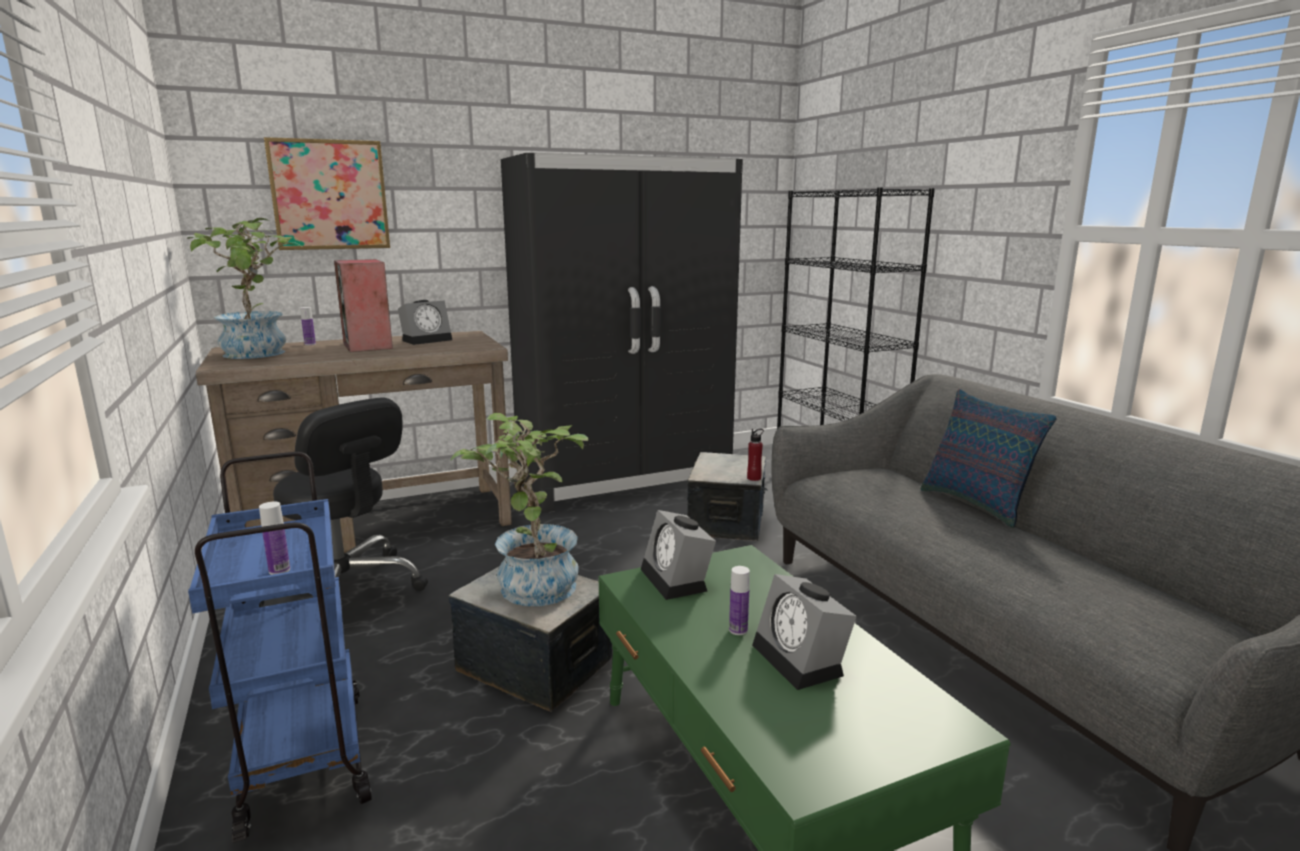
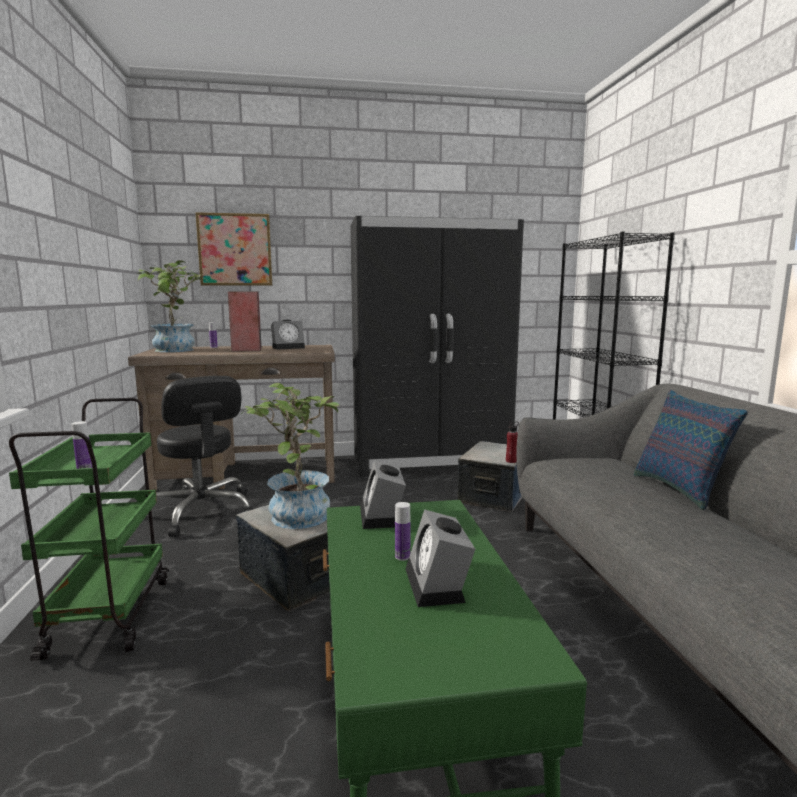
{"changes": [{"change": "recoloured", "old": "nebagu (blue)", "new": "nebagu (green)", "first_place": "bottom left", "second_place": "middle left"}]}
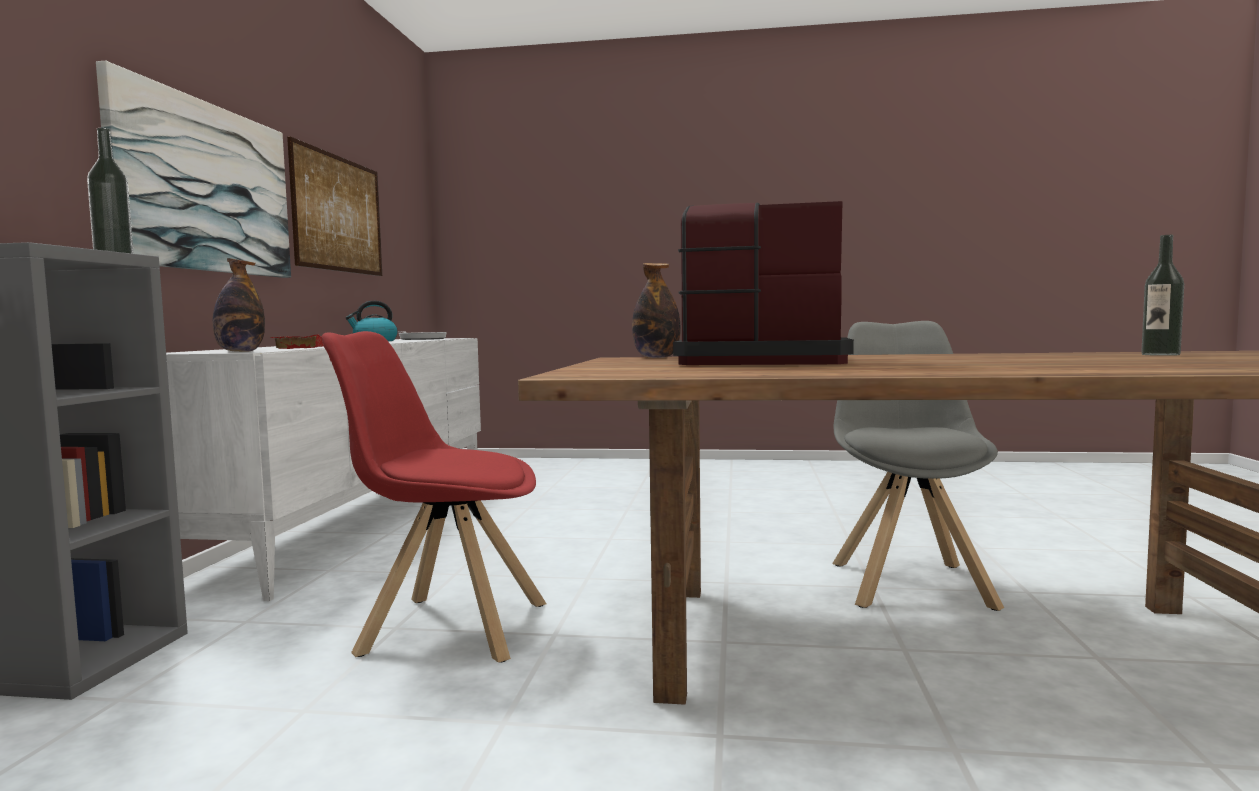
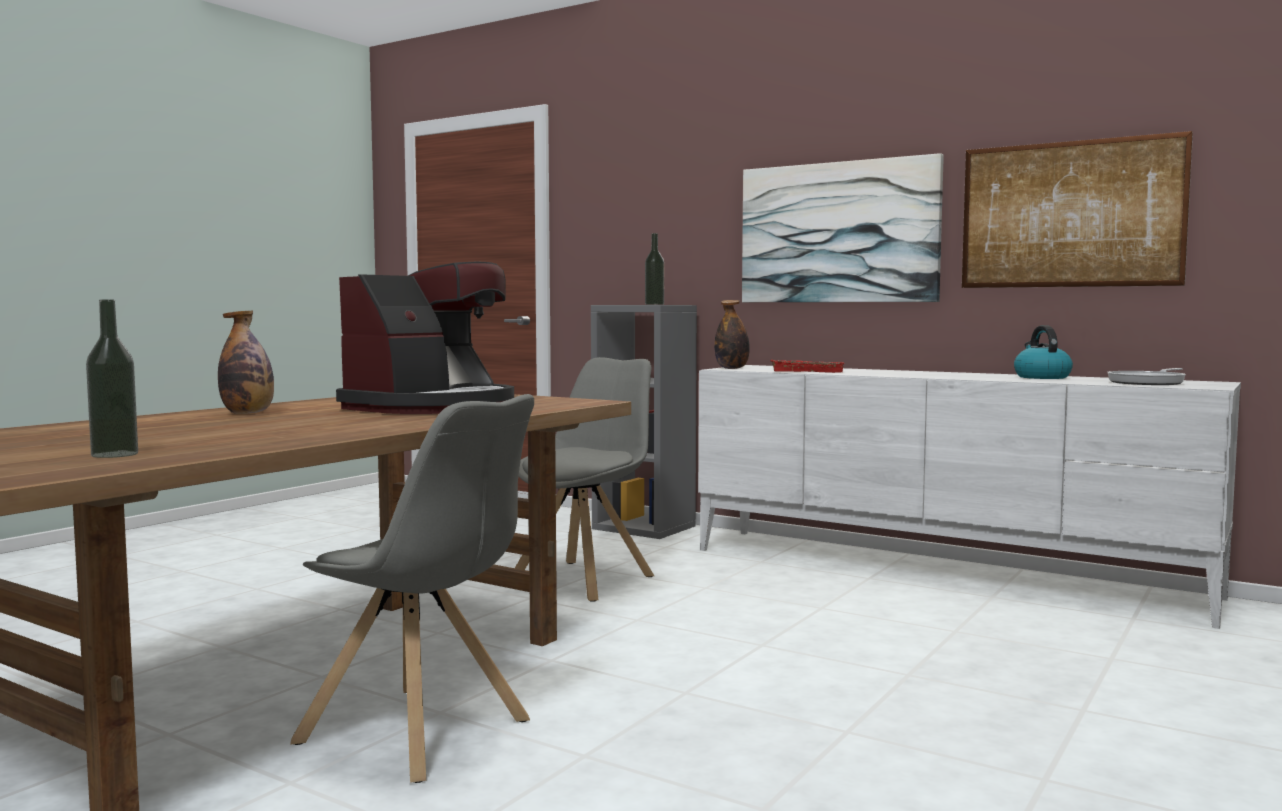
{"changes": [{"change": "moved", "old": "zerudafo (3rd from left in the first image)", "new": "zerudafo (2nd from left)", "first_place": "centre", "second_place": "middle left"}, {"change": "recoloured", "old": "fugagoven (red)", "new": "fugagoven (grey) (2nd from left)", "first_place": "centre", "second_place": "centre"}]}
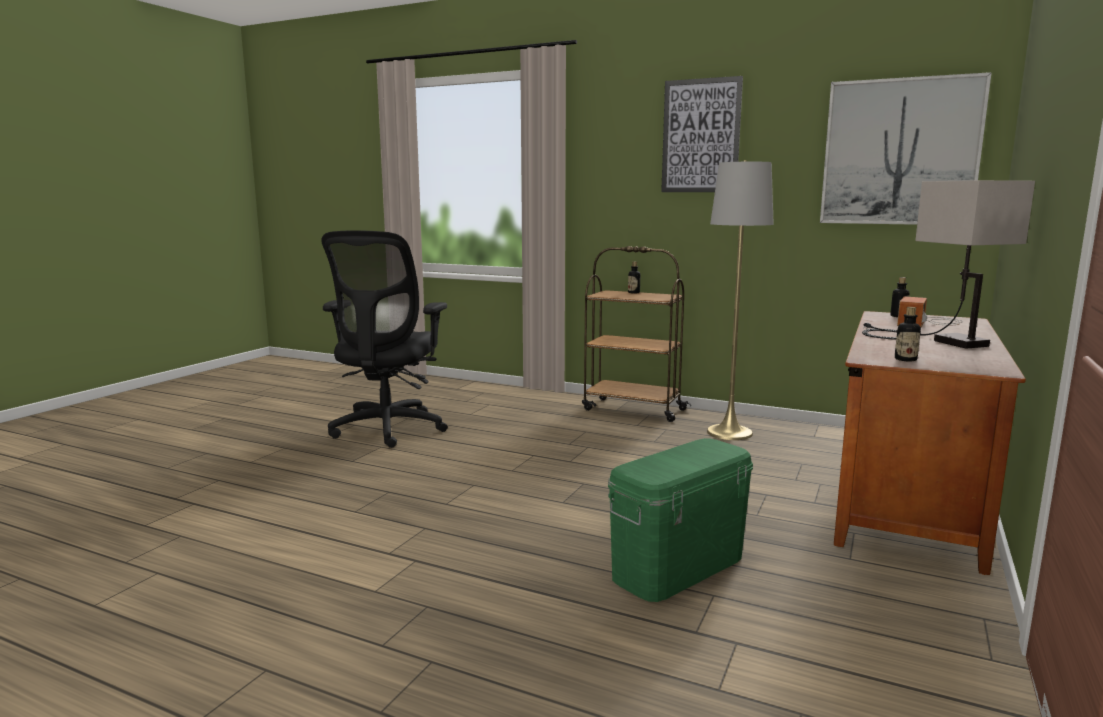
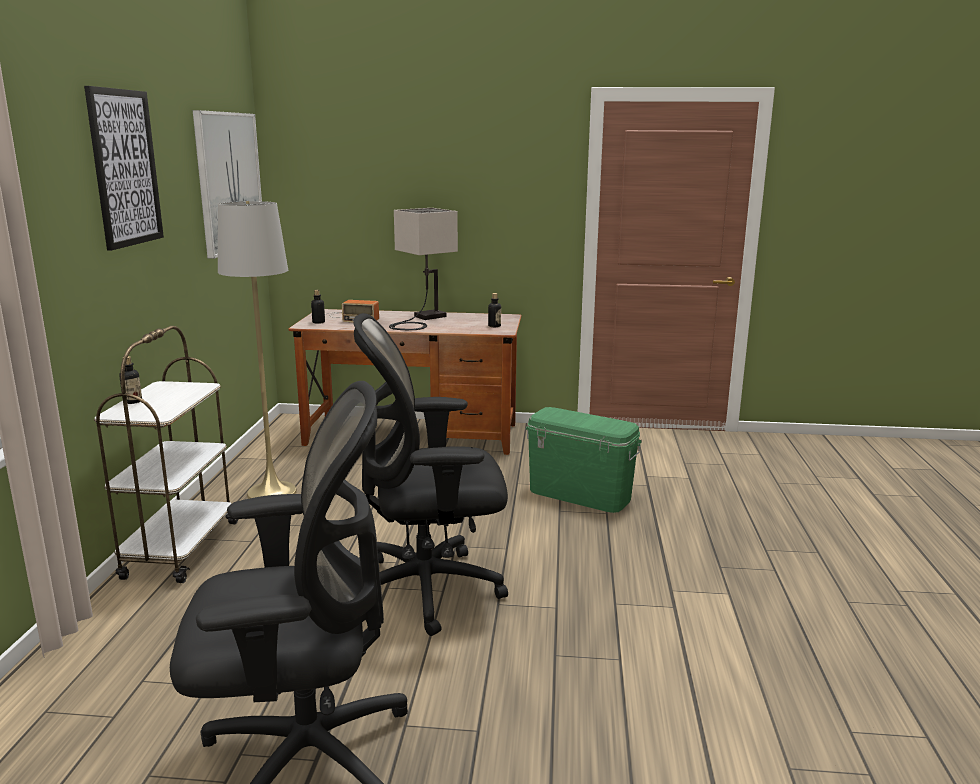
{"changes": [{"change": "added", "new": "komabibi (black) (2nd from left)", "second_place": "centre"}, {"change": "recoloured", "old": "nebagu (brown)", "new": "nebagu (white)", "first_place": "centre", "second_place": "middle left"}]}
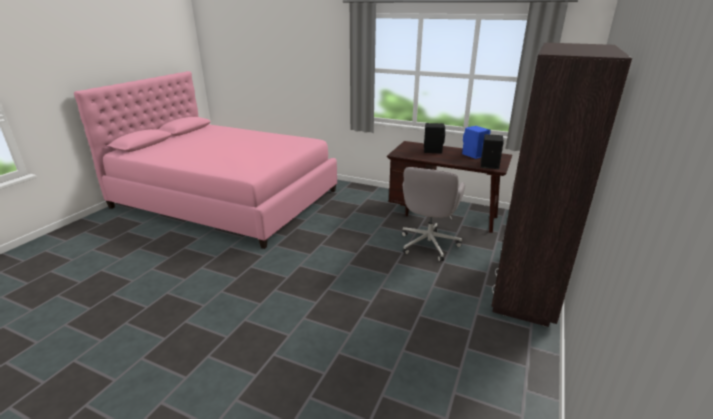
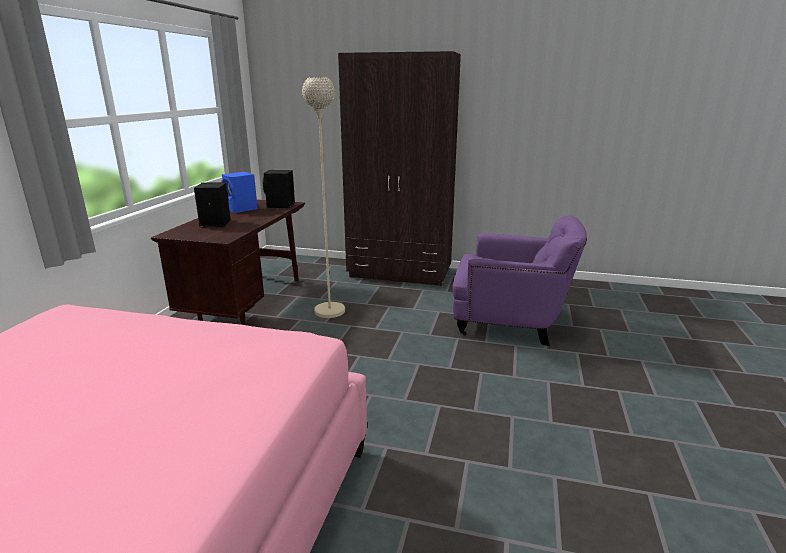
{"changes": [{"change": "added", "new": "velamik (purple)", "second_place": "centre"}, {"change": "replaced", "old": "komabibi (grey)", "new": "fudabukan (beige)", "first_place": "centre", "second_place": "centre"}]}
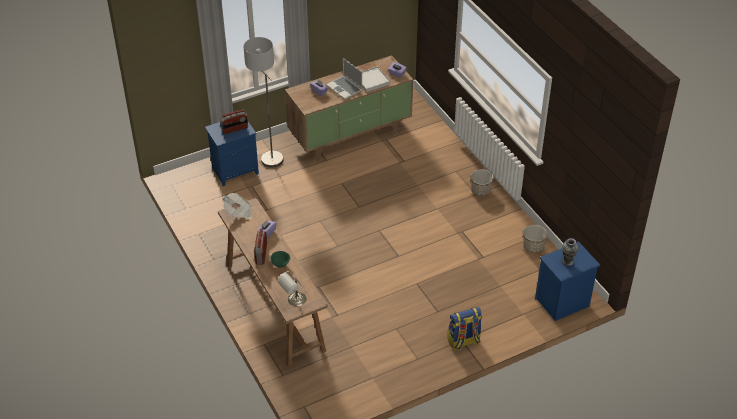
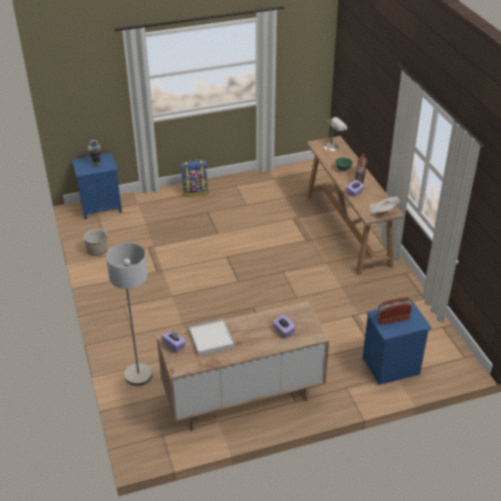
{"changes": [{"change": "removed", "old": "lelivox", "first_place": "top centre"}, {"change": "removed", "old": "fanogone (1st from left)", "first_place": "centre"}, {"change": "moved", "old": "fudabukan (grey)", "first_place": "top centre", "second_place": "middle left"}]}
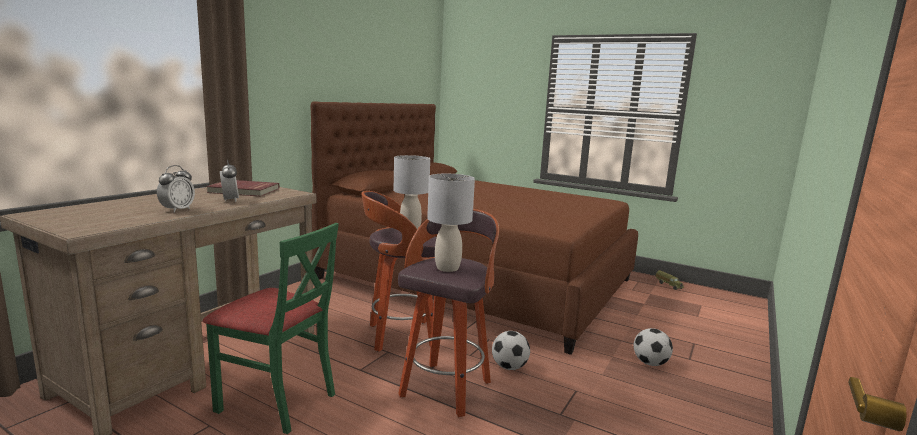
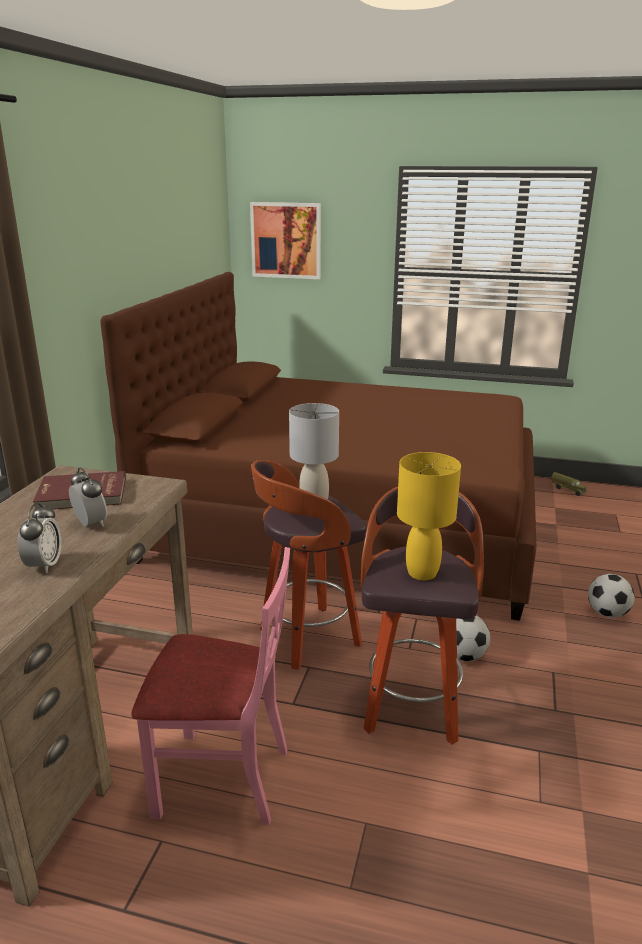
{"changes": [{"change": "added", "new": "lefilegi", "second_place": "top centre"}, {"change": "recoloured", "old": "fugagoven (green)", "new": "fugagoven (pink)", "first_place": "bottom left", "second_place": "bottom left"}, {"change": "recoloured", "old": "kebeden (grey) (2nd from left)", "new": "kebeden (yellow)", "first_place": "centre", "second_place": "middle right"}]}
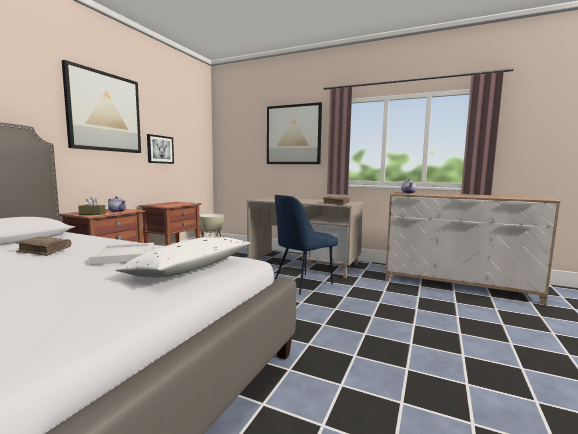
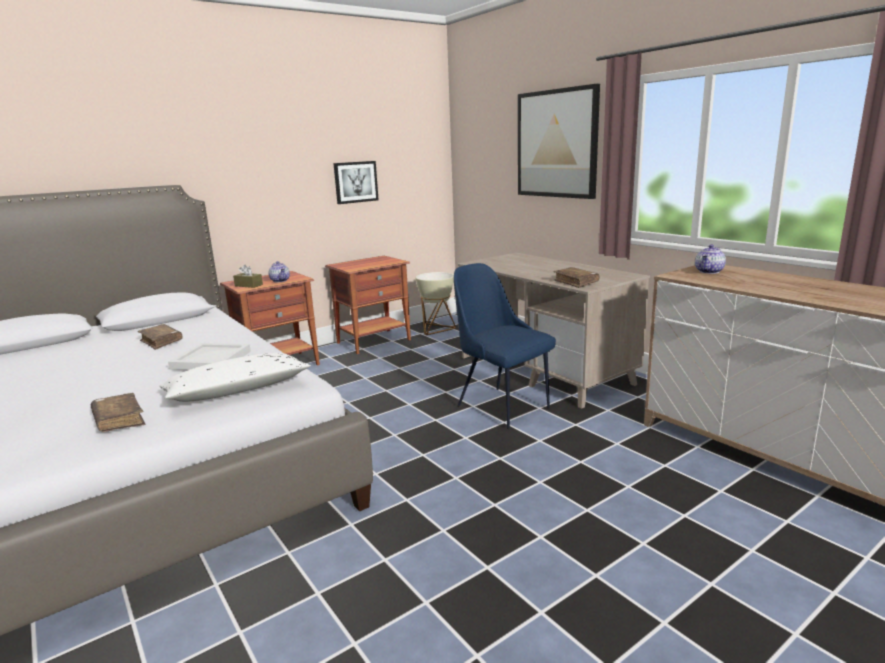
{"changes": [{"change": "removed", "old": "lefilegi (1st from left)", "first_place": "top left"}, {"change": "added", "new": "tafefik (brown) (1st from left)", "second_place": "middle left"}, {"change": "turned", "old": "fugagoven (blue)", "first_place": "centre", "second_place": "centre", "degrees": 60}]}
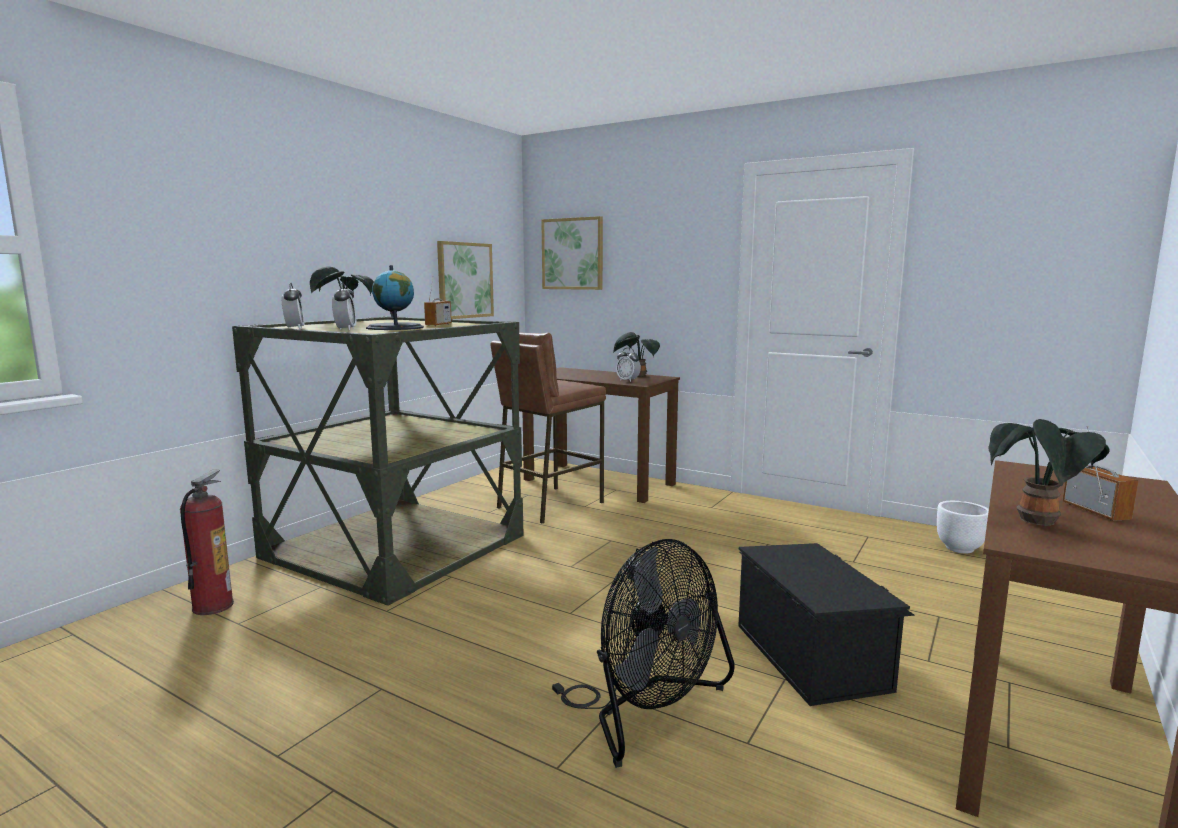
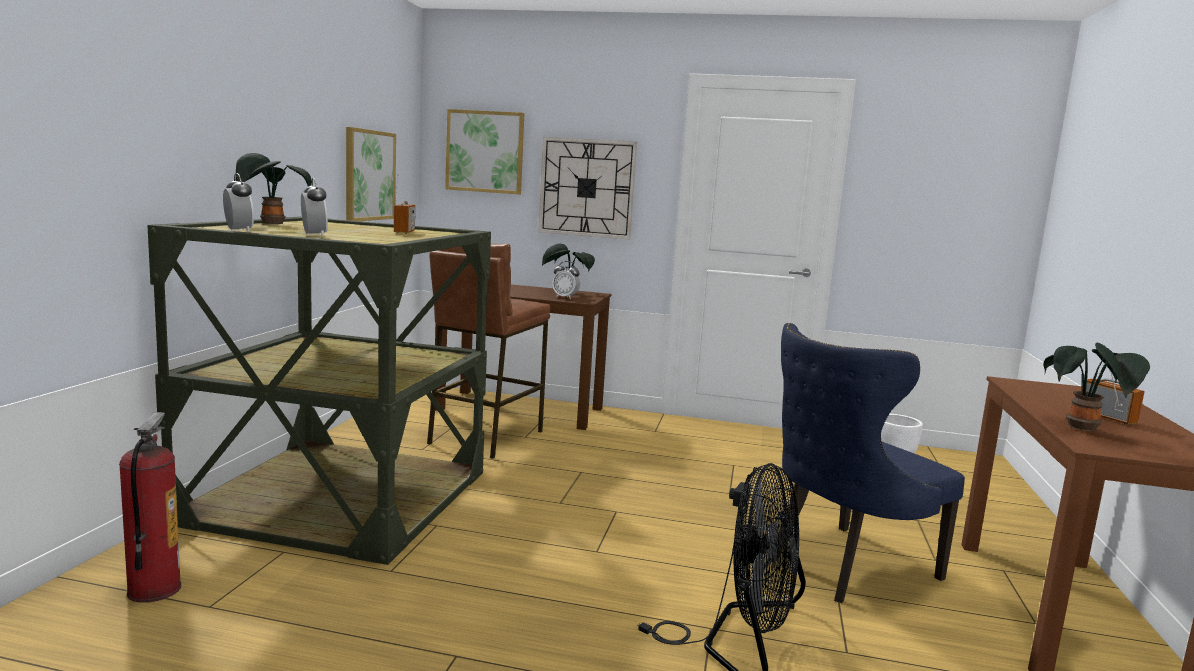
{"changes": [{"change": "removed", "old": "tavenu", "first_place": "centre"}, {"change": "added", "new": "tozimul", "second_place": "top centre"}, {"change": "replaced", "old": "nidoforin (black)", "new": "fugagoven (blue)", "first_place": "bottom right", "second_place": "bottom right"}]}
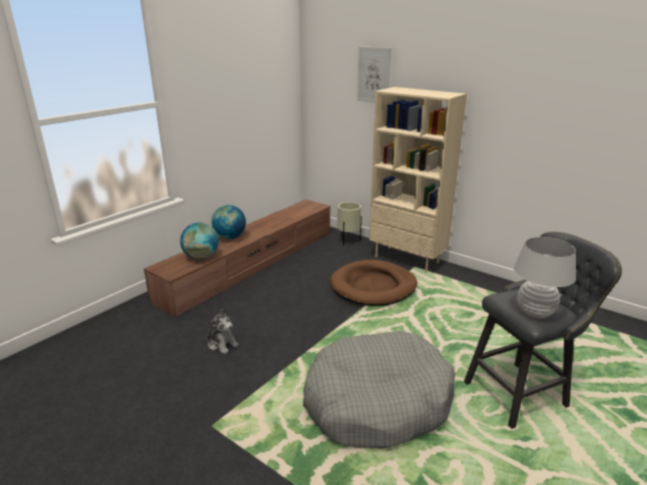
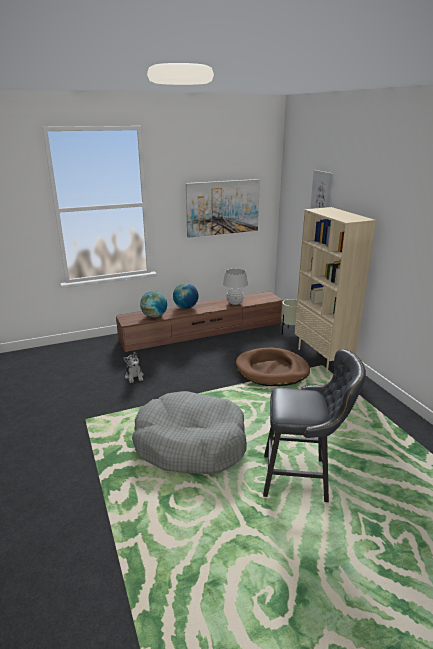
{"changes": [{"change": "added", "new": "lefilegi (1st from left)", "second_place": "top centre"}, {"change": "moved", "old": "kebeden (white)", "first_place": "middle right", "second_place": "centre"}]}
